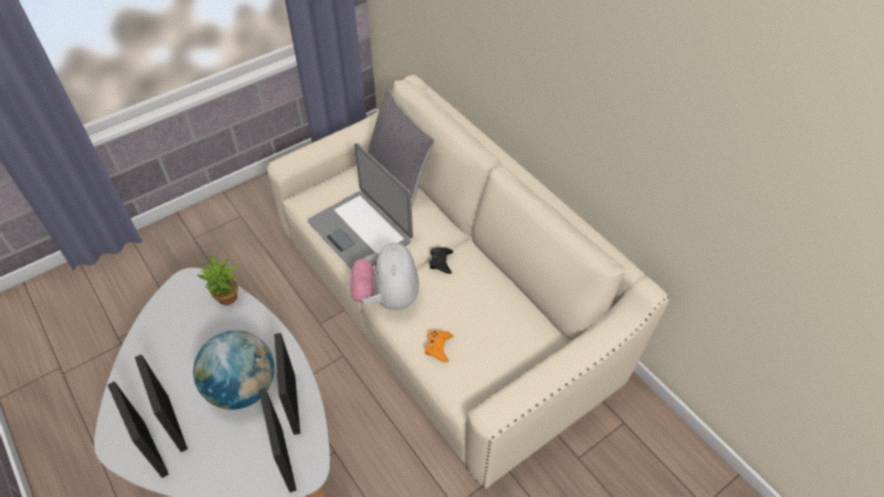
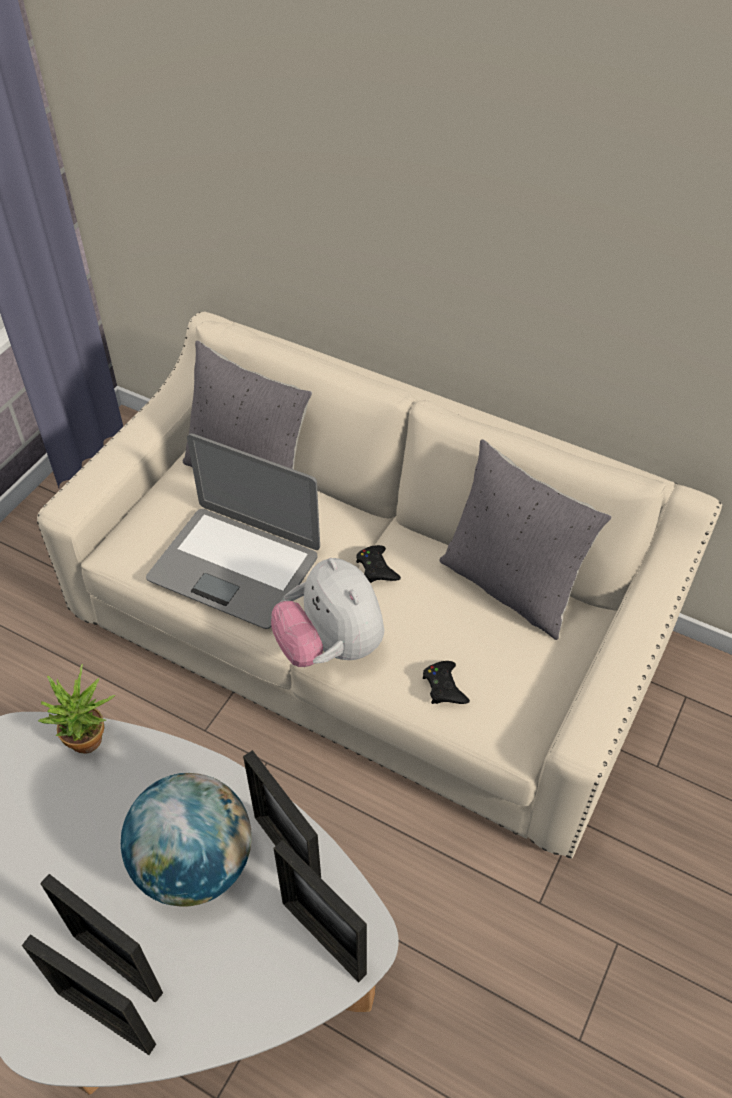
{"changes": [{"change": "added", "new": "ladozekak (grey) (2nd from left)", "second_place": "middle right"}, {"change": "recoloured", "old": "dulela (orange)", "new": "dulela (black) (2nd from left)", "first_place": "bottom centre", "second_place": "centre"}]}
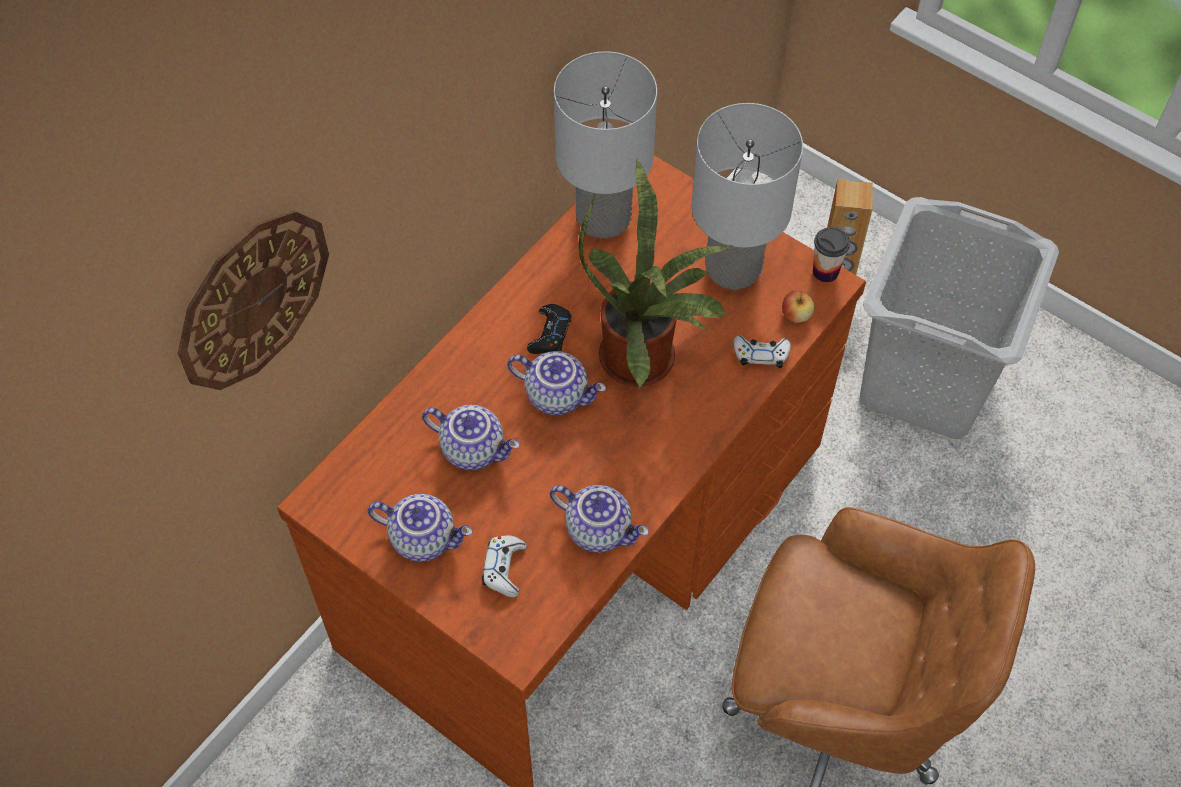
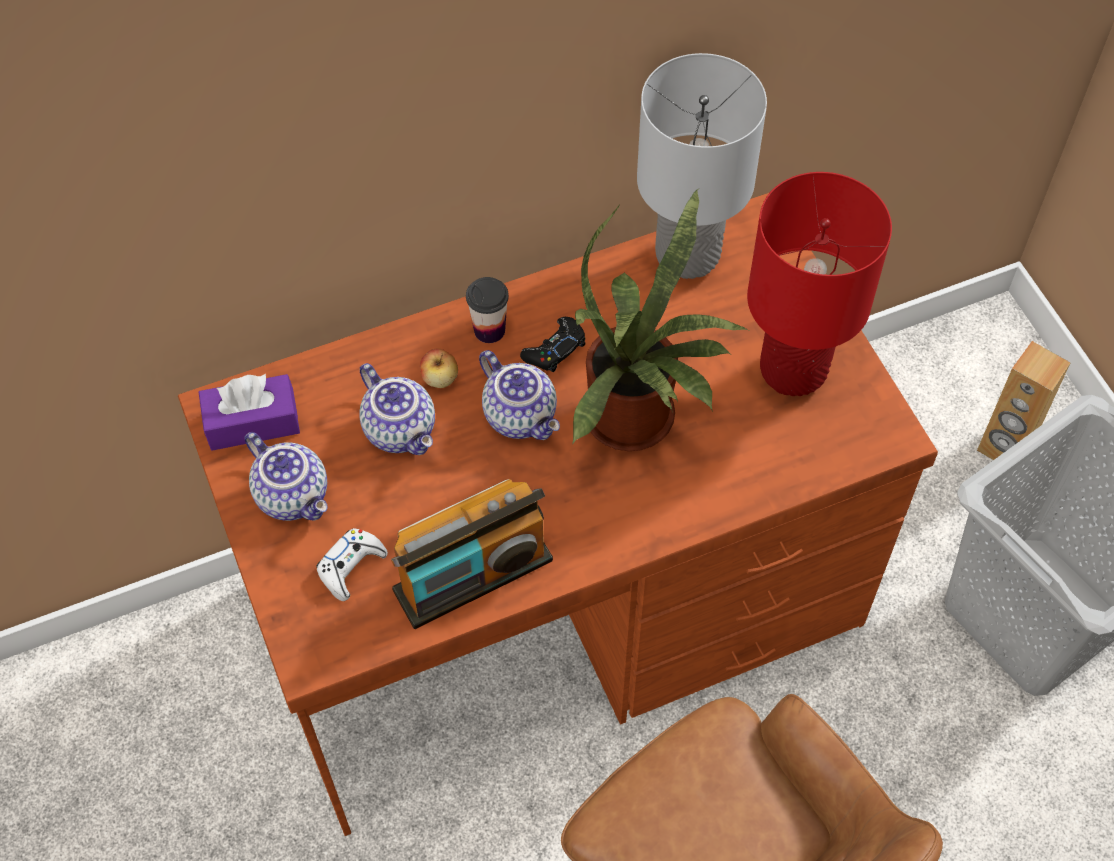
{"changes": [{"change": "removed", "old": "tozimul", "first_place": "middle left"}, {"change": "removed", "old": "dulela (white) (2nd from left)", "first_place": "centre"}, {"change": "added", "new": "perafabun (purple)", "second_place": "middle left"}, {"change": "moved", "old": "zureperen", "first_place": "middle right", "second_place": "centre"}, {"change": "moved", "old": "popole", "first_place": "top right", "second_place": "centre"}, {"change": "replaced", "old": "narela (4th from left)", "new": "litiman", "first_place": "centre", "second_place": "centre"}, {"change": "recoloured", "old": "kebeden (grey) (2nd from left)", "new": "kebeden (red)", "first_place": "top centre", "second_place": "top right"}]}
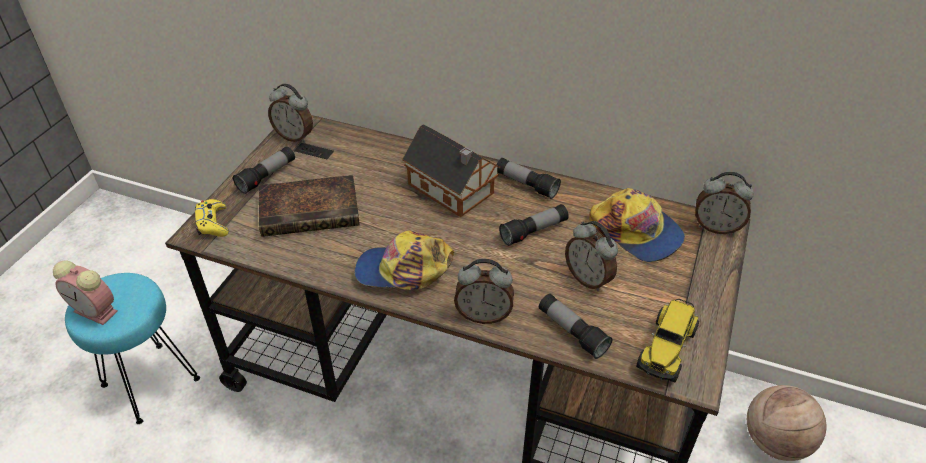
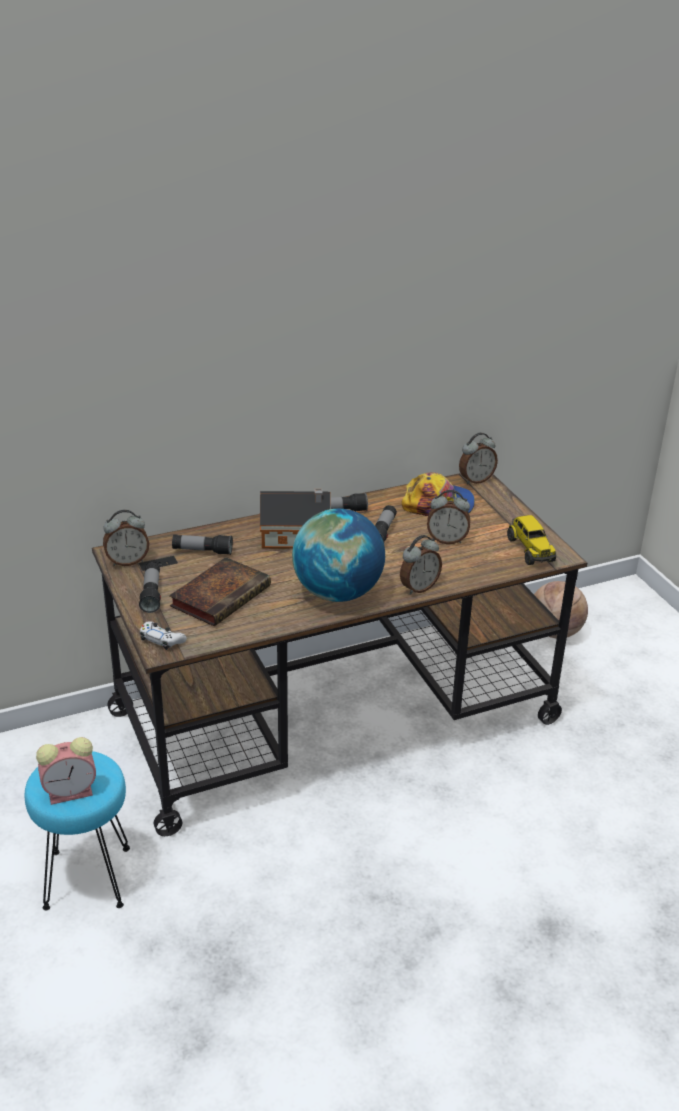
{"changes": [{"change": "moved", "old": "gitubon (4th from left in the first image)", "new": "gitubon (2nd from left)", "first_place": "bottom centre", "second_place": "middle left"}, {"change": "replaced", "old": "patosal (1st from left)", "new": "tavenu", "first_place": "centre", "second_place": "centre"}, {"change": "recoloured", "old": "dulela (yellow)", "new": "dulela (white)", "first_place": "middle left", "second_place": "middle left"}]}
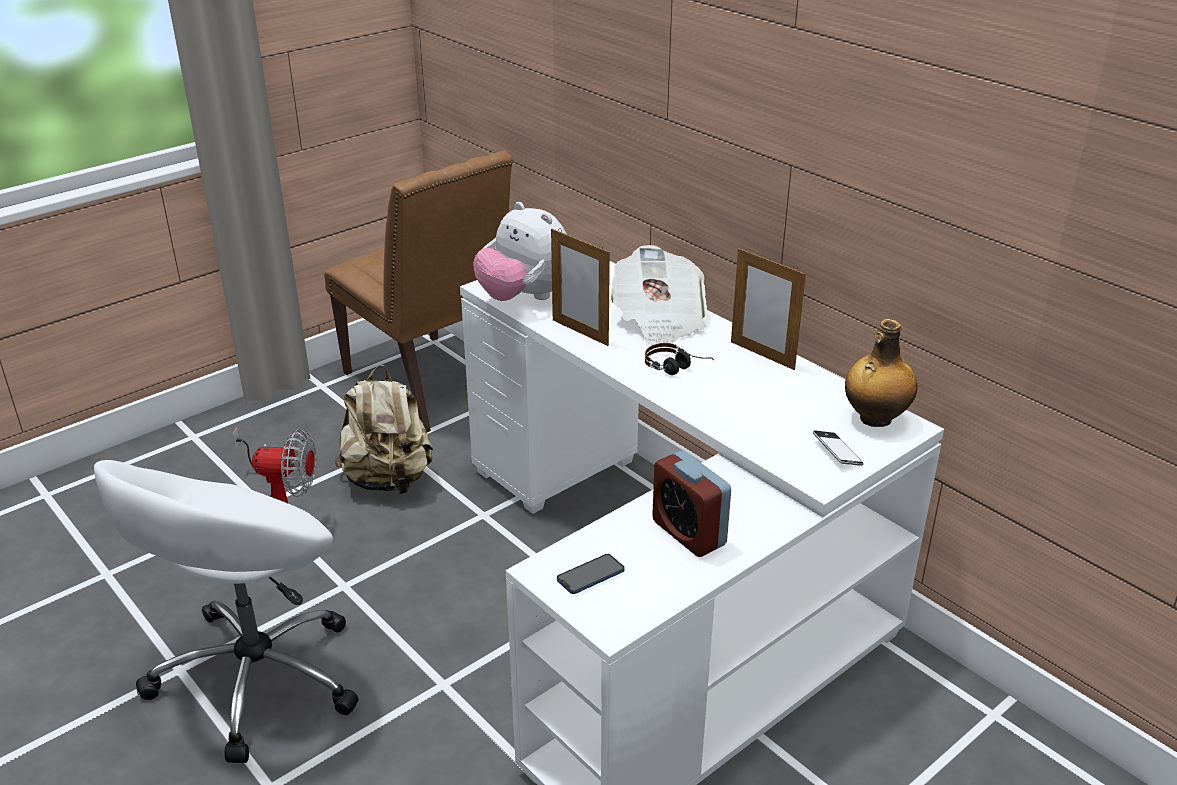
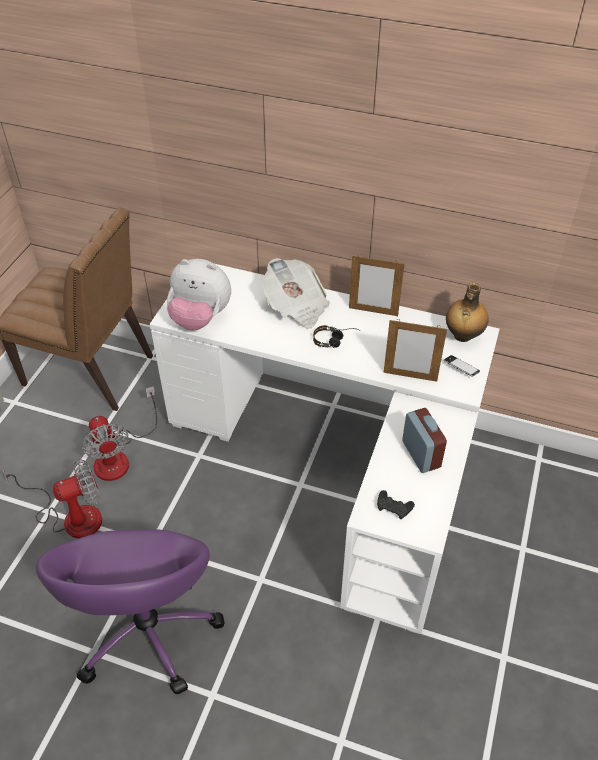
{"changes": [{"change": "moved", "old": "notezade (1st from left in the first image)", "new": "notezade (2nd from left)", "first_place": "centre", "second_place": "middle right"}, {"change": "replaced", "old": "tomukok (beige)", "new": "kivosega (2nd from left)", "first_place": "middle left", "second_place": "middle left"}, {"change": "replaced", "old": "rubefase (1st from left)", "new": "dulela (black)", "first_place": "bottom centre", "second_place": "centre"}, {"change": "recoloured", "old": "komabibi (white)", "new": "komabibi (purple)", "first_place": "bottom left", "second_place": "bottom left"}, {"change": "turned", "old": "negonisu", "first_place": "centre", "second_place": "middle right", "degrees": -135}]}
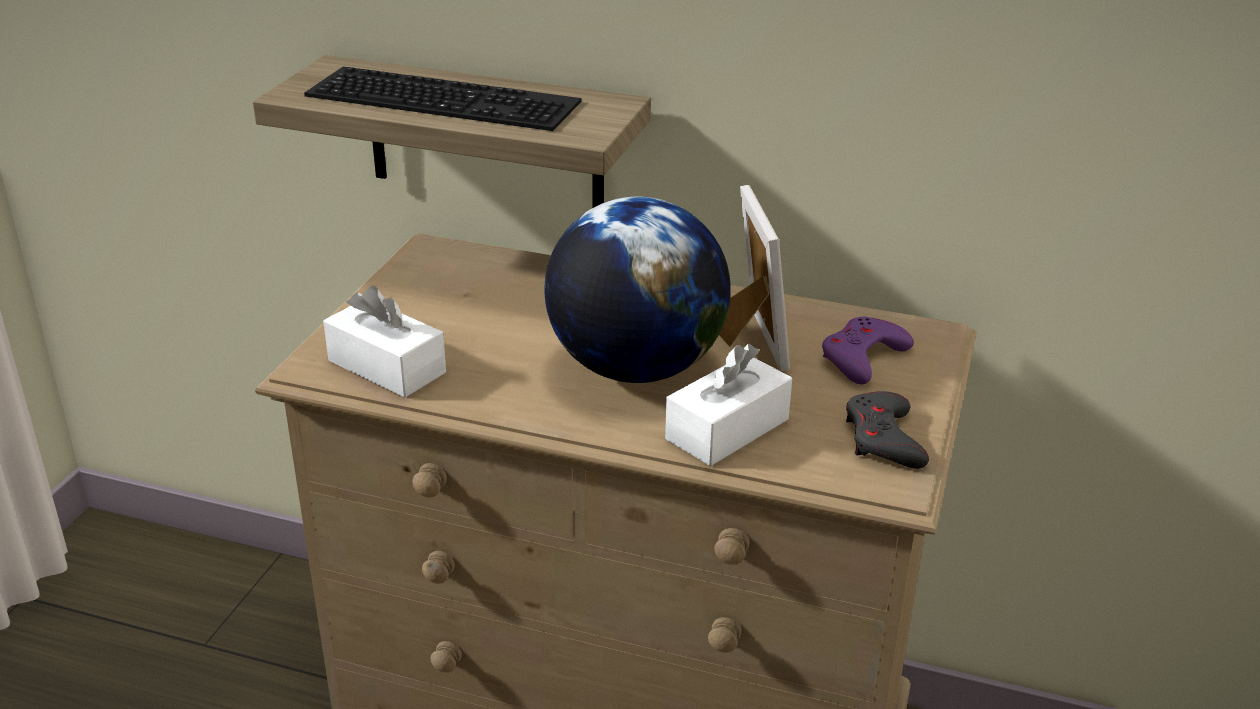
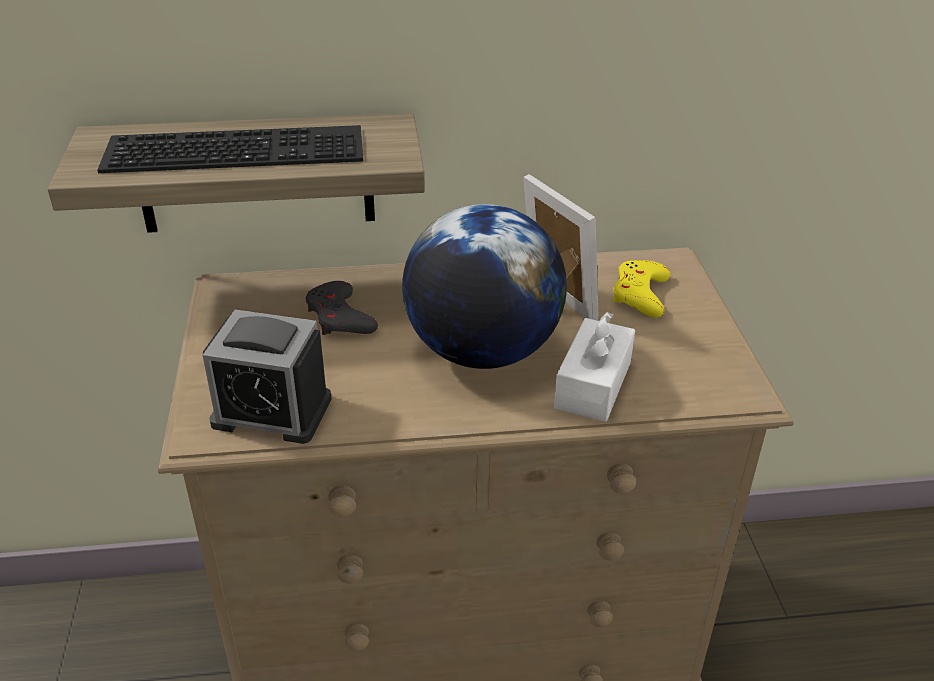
{"changes": [{"change": "moved", "old": "dulela (grey)", "first_place": "middle right", "second_place": "centre"}, {"change": "replaced", "old": "perafabun (white) (1st from left)", "new": "negonisu", "first_place": "middle left", "second_place": "middle left"}, {"change": "recoloured", "old": "dulela (purple)", "new": "dulela (yellow)", "first_place": "middle right", "second_place": "middle right"}]}
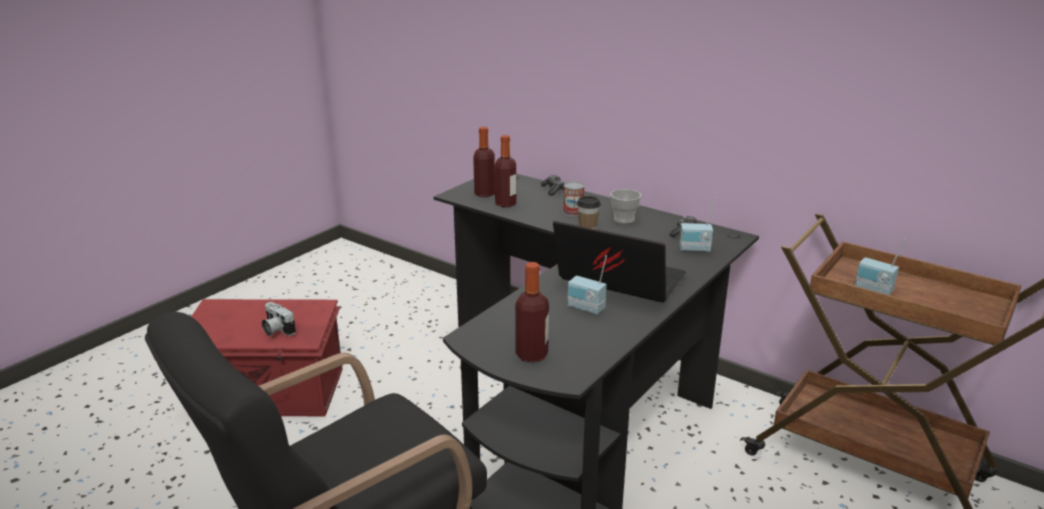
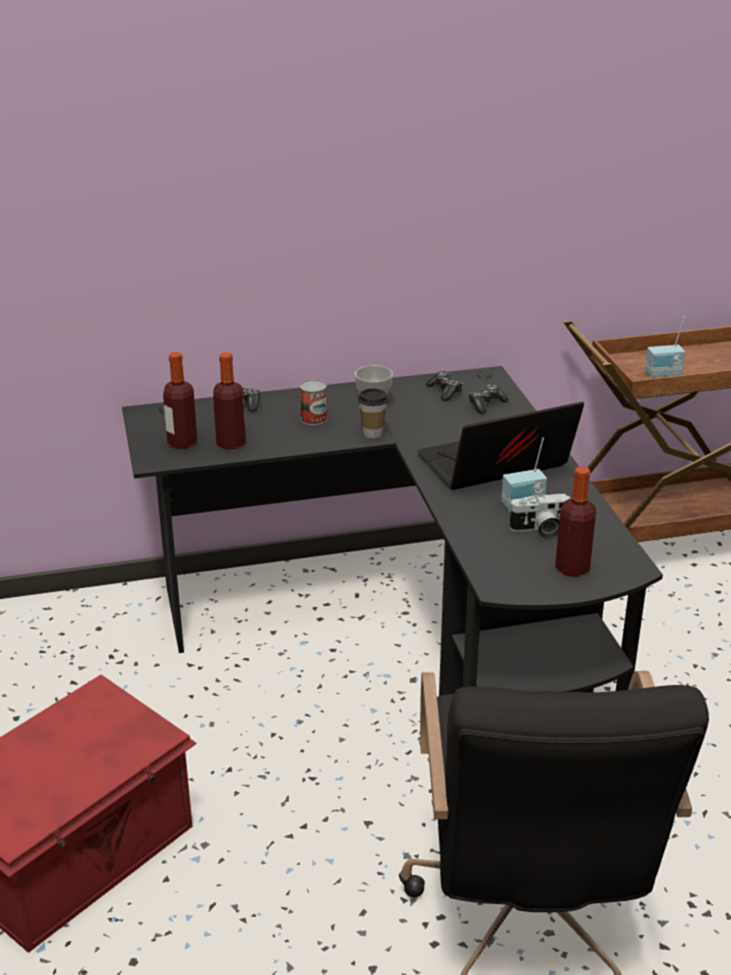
{"changes": [{"change": "moved", "old": "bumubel", "first_place": "middle left", "second_place": "middle right"}, {"change": "replaced", "old": "litiman (2nd from left)", "new": "dulela (3rd from left)", "first_place": "middle right", "second_place": "middle right"}]}
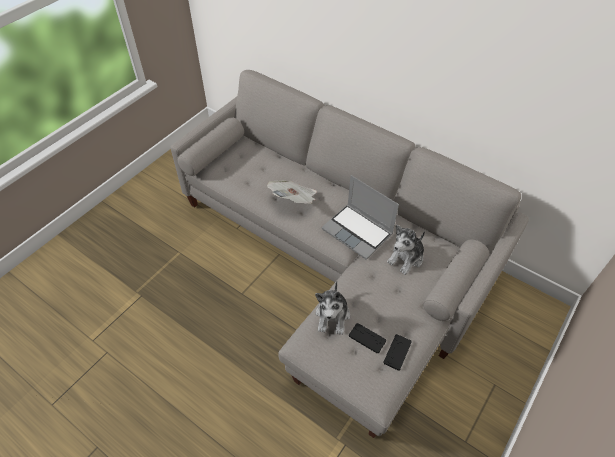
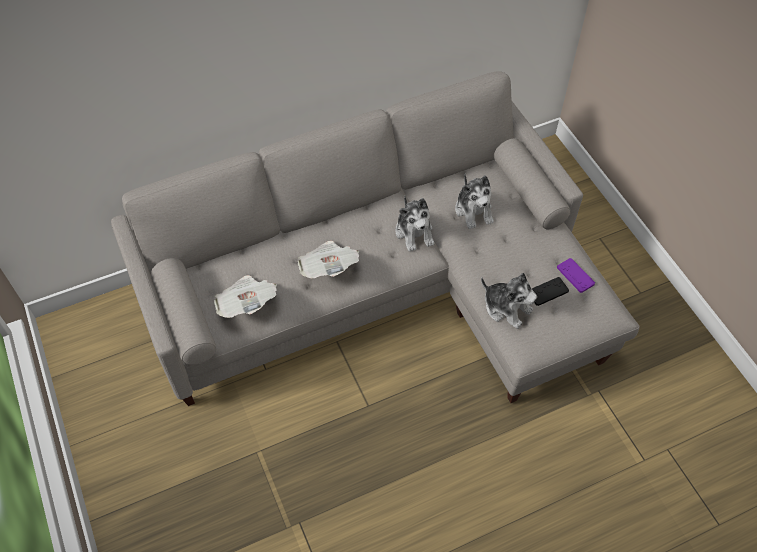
{"changes": [{"change": "added", "new": "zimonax (1st from left)", "second_place": "middle left"}, {"change": "replaced", "old": "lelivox", "new": "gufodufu (1st from left)", "first_place": "centre", "second_place": "centre"}, {"change": "recoloured", "old": "dulela (black) (2nd from left)", "new": "dulela (purple)", "first_place": "bottom centre", "second_place": "middle right"}]}
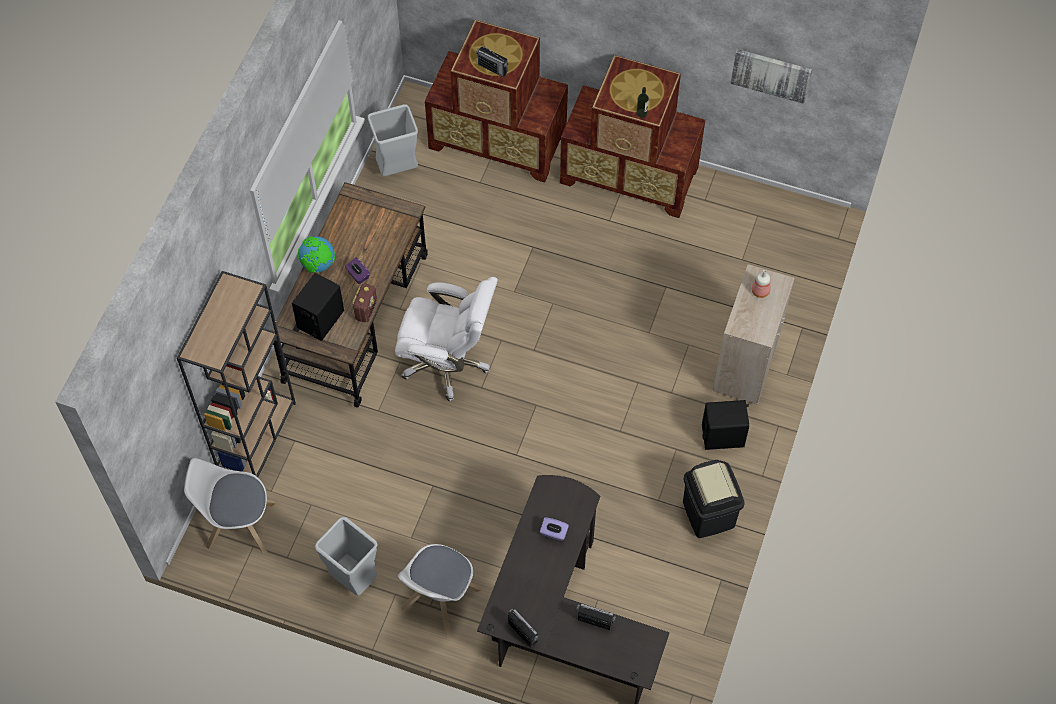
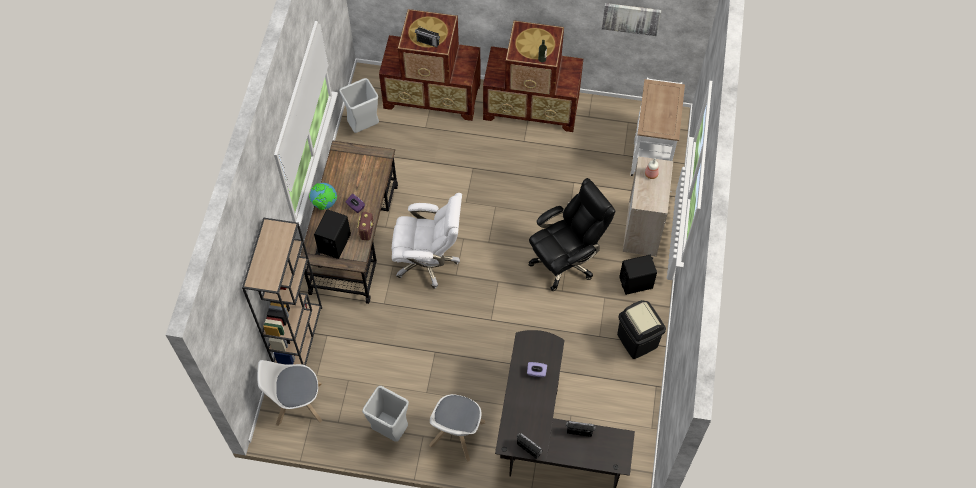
{"changes": [{"change": "added", "new": "komabibi (black)", "second_place": "centre"}, {"change": "added", "new": "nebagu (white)", "second_place": "top right"}]}
